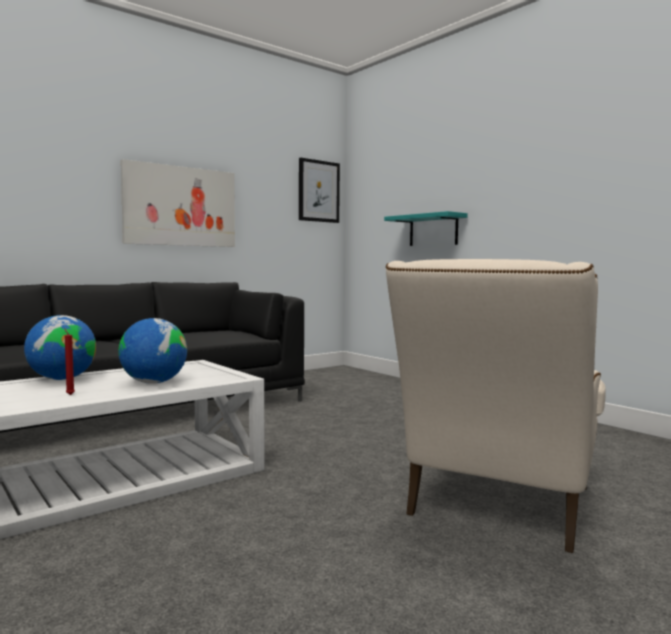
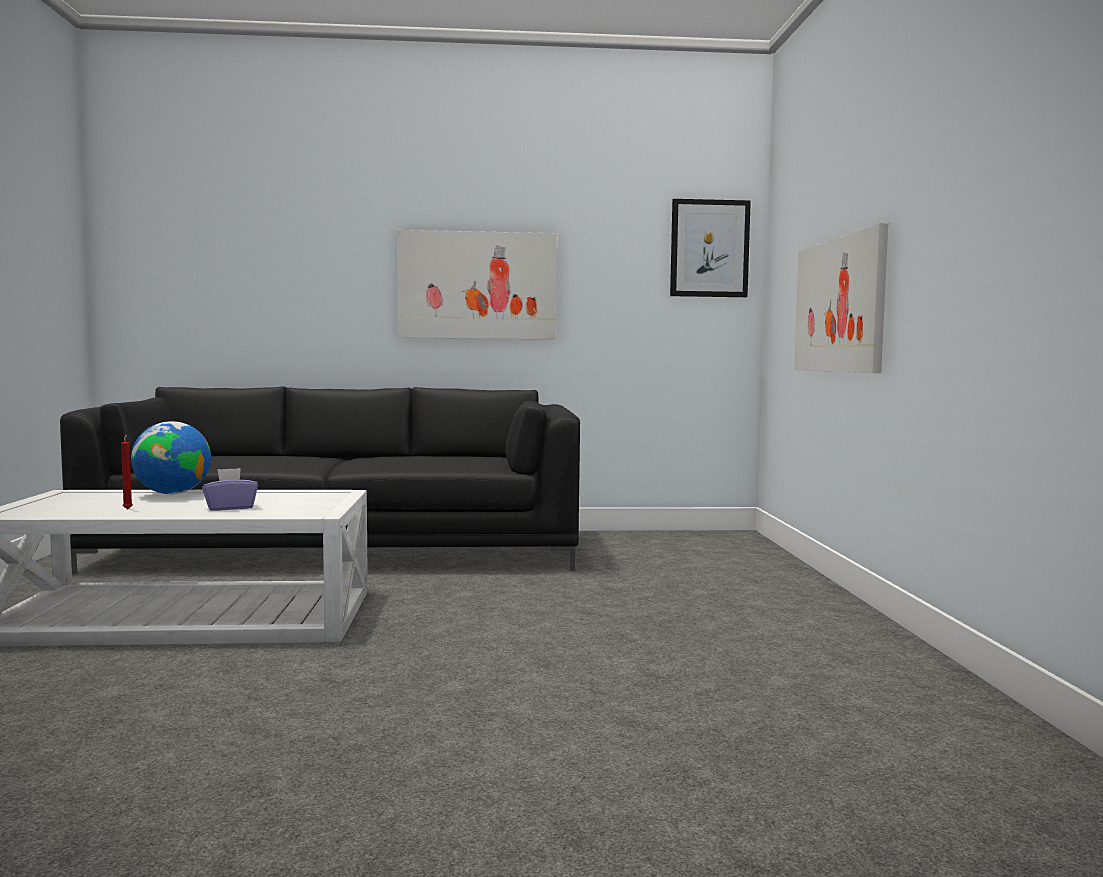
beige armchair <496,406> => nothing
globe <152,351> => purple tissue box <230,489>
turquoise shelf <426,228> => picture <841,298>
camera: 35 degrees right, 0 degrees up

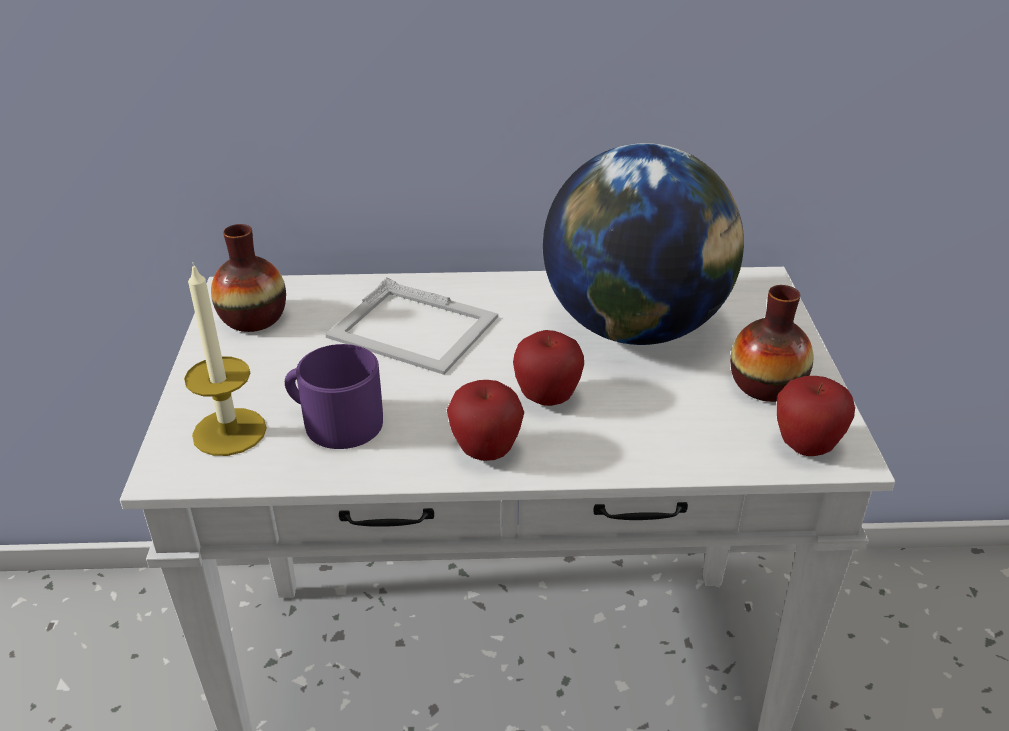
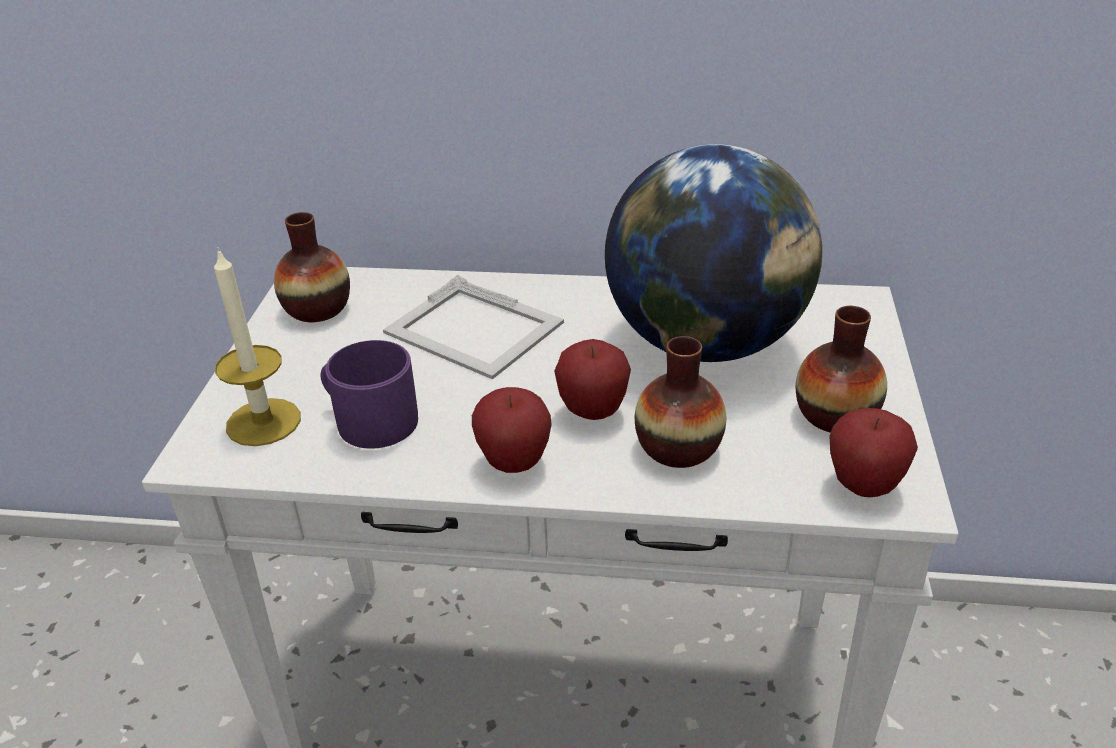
nothing => vase <680,402>
camera: 10 degrees right, 0 degrees up

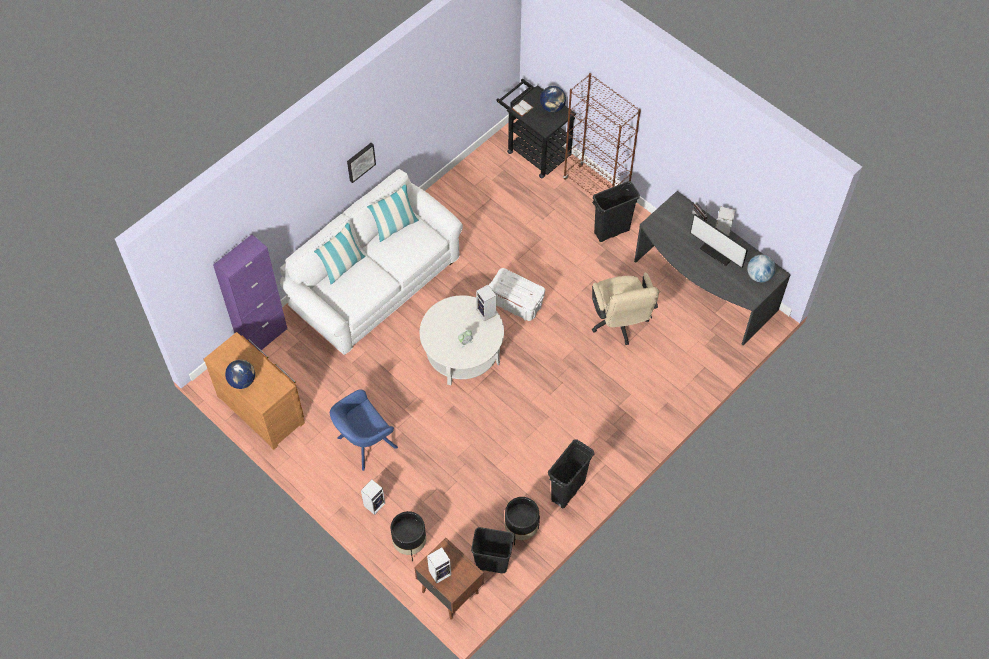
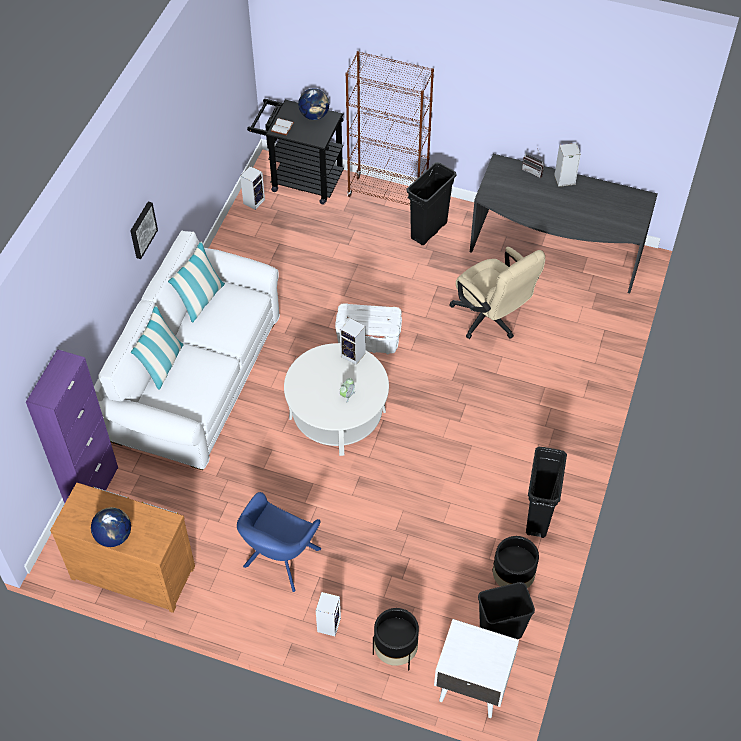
monitor <719,241> => nothing
globe <761,268> => nothing
speaker <439,565> => speaker <252,188>, relocated
brown nightstand <449,579> => white nightstand <476,668>
camera: 25 degrees left, 5 degrees down

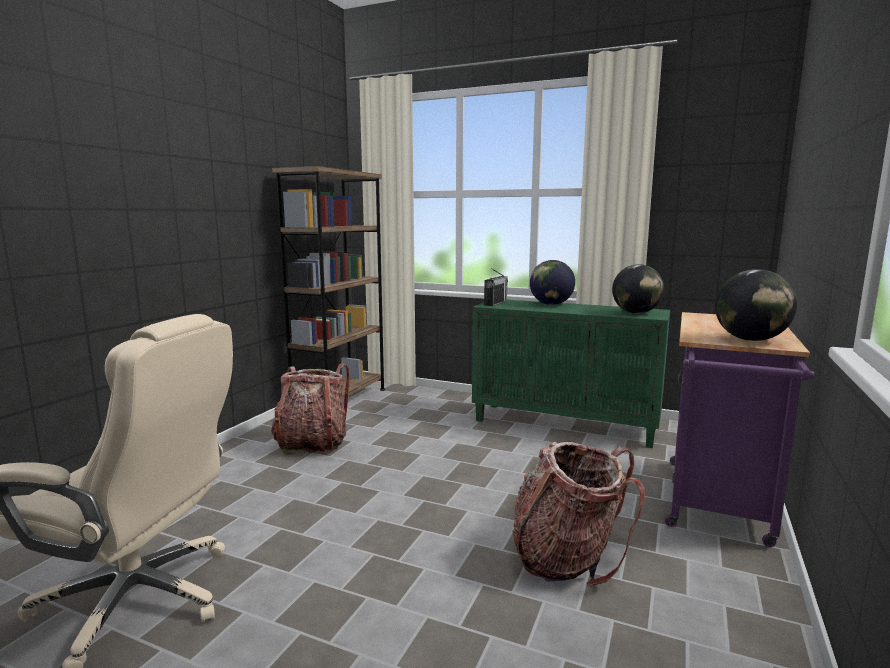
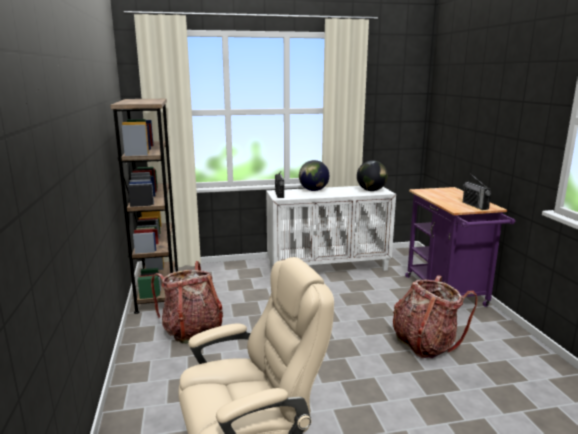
globe <756,305> => radio <477,192>
green cabinet <571,374> => white cabinet <331,228>
camera: 35 degrees left, 5 degrees up

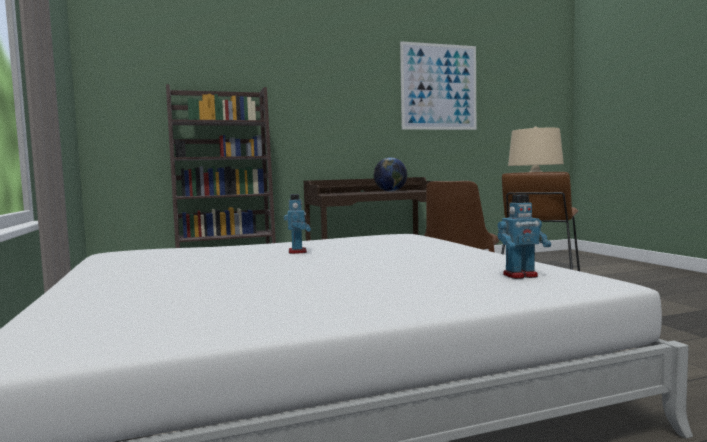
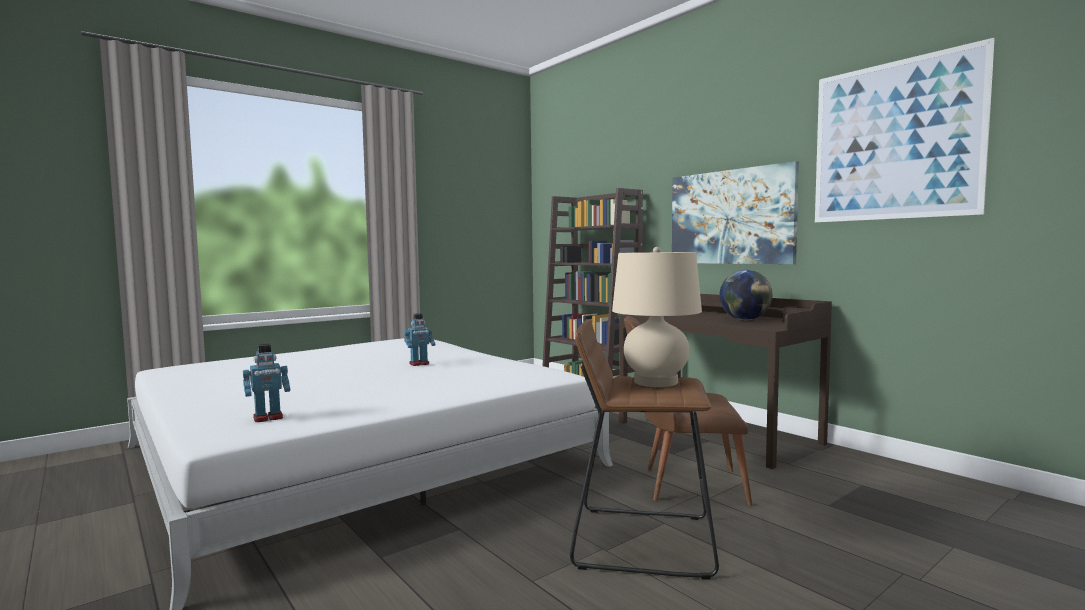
nothing => picture <735,212>
toy robot <524,236> => toy robot <266,383>, 90 degrees counterclockwise
camera: 70 degrees right, 0 degrees up

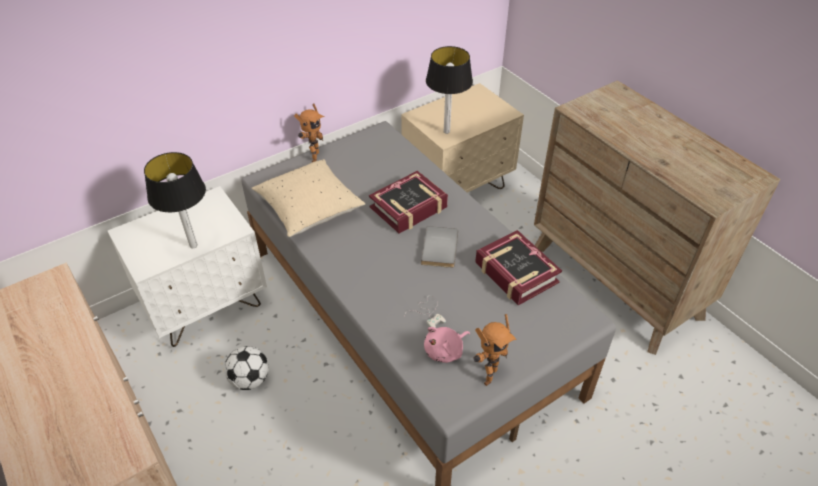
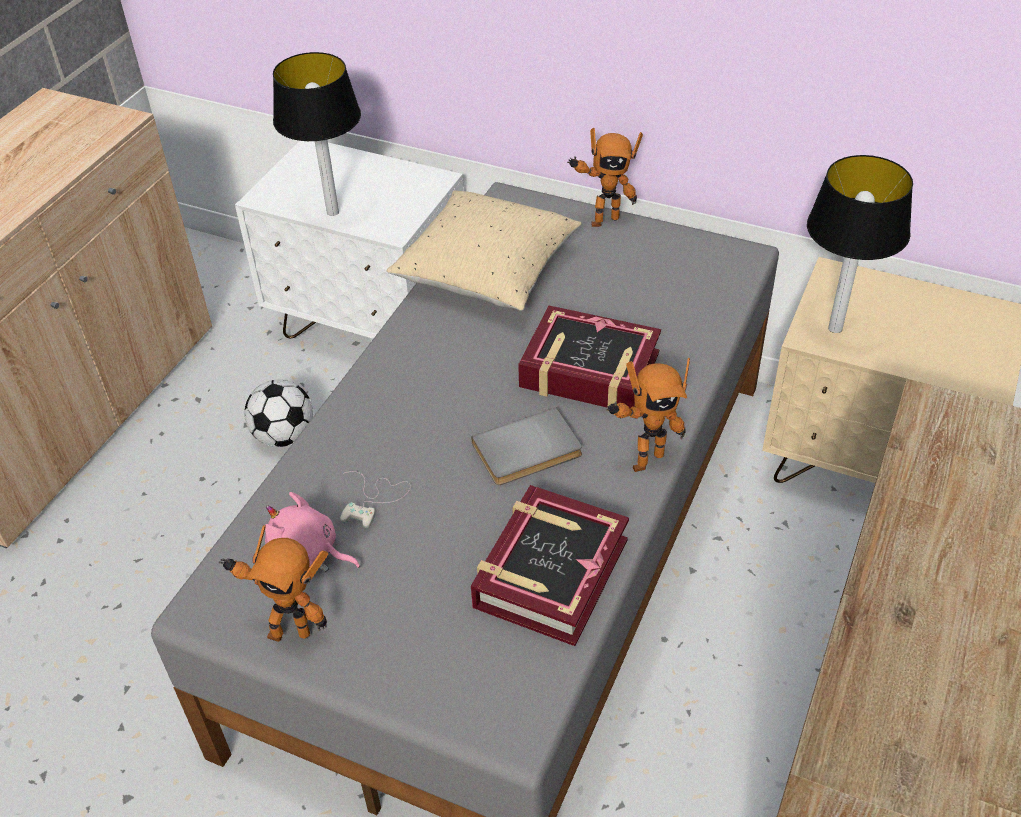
nothing => toy robot <648,415>
camera: 60 degrees right, 0 degrees up

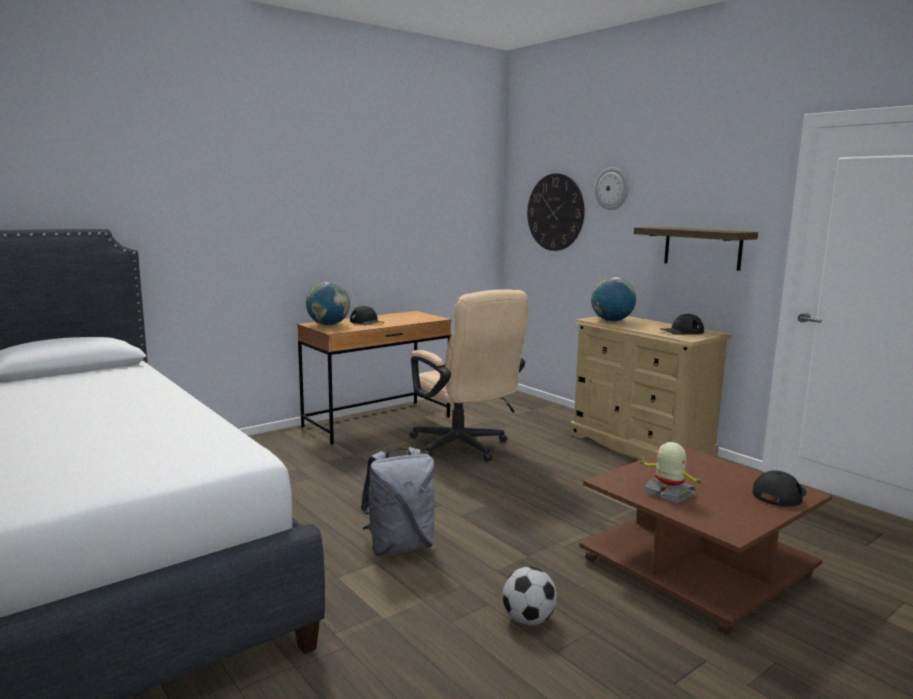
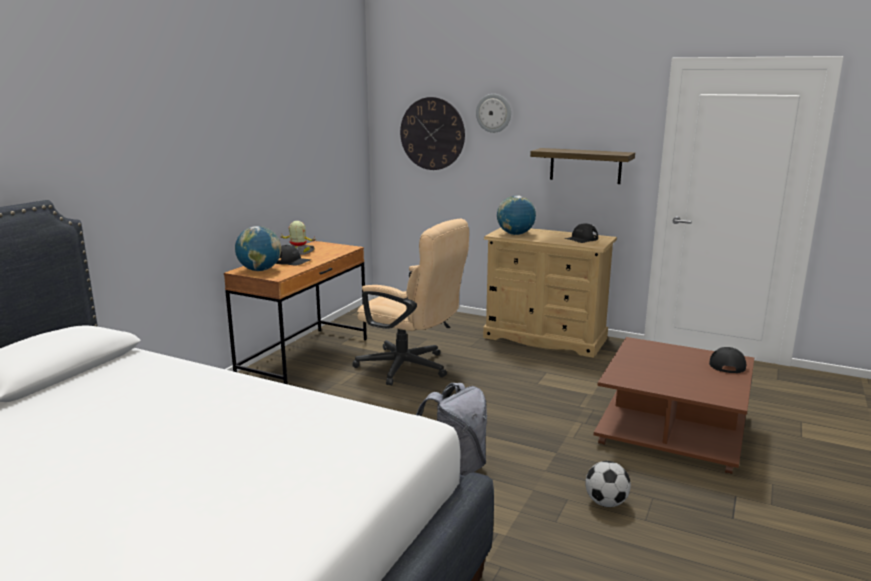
toy robot <671,473> => toy robot <298,238>, relocated
camera: 25 degrees left, 5 degrees up

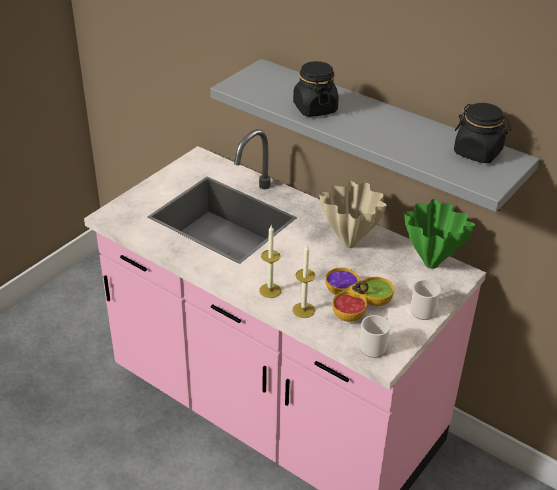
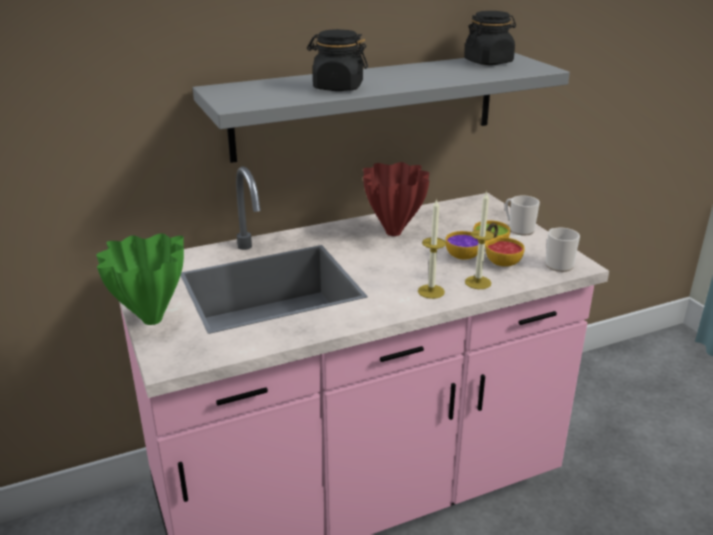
green vase <439,234> => green vase <140,279>, relocated
beige vase <352,214> => red vase <396,199>
camera: 60 degrees left, 10 degrees down

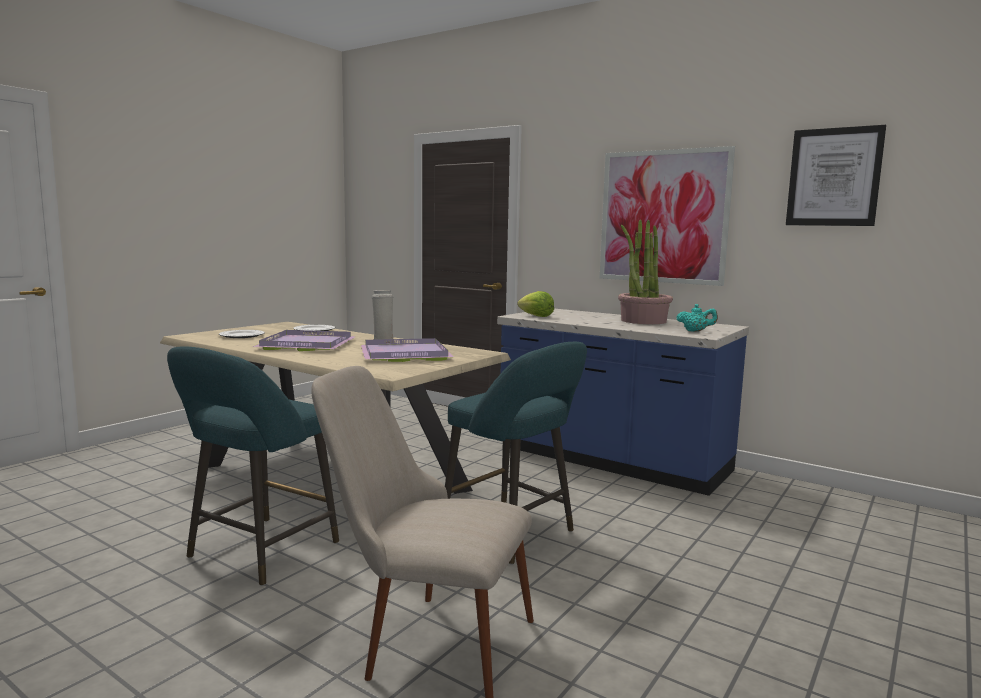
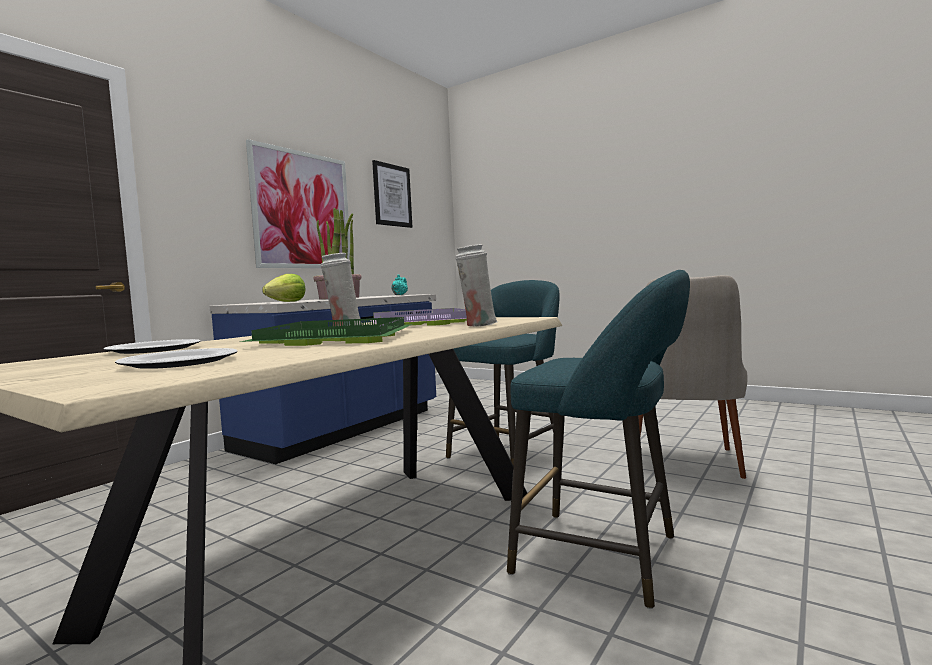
nothing => white vase <476,285>
purple tray <304,340> => green tray <326,331>
camera: 90 degrees left, 5 degrees down

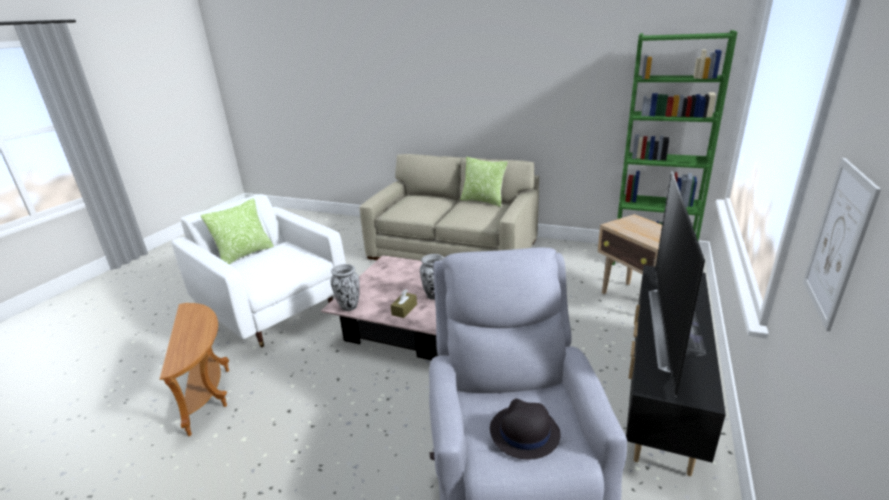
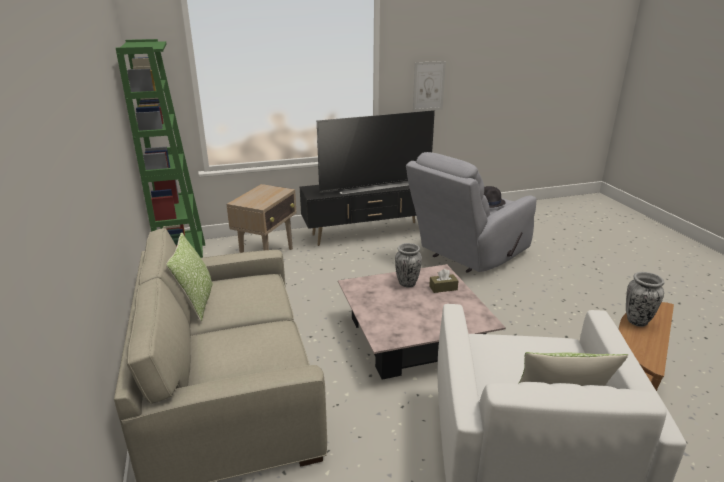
vase <345,287> => vase <645,299>, relocated
camera: 130 degrees left, 0 degrees up

